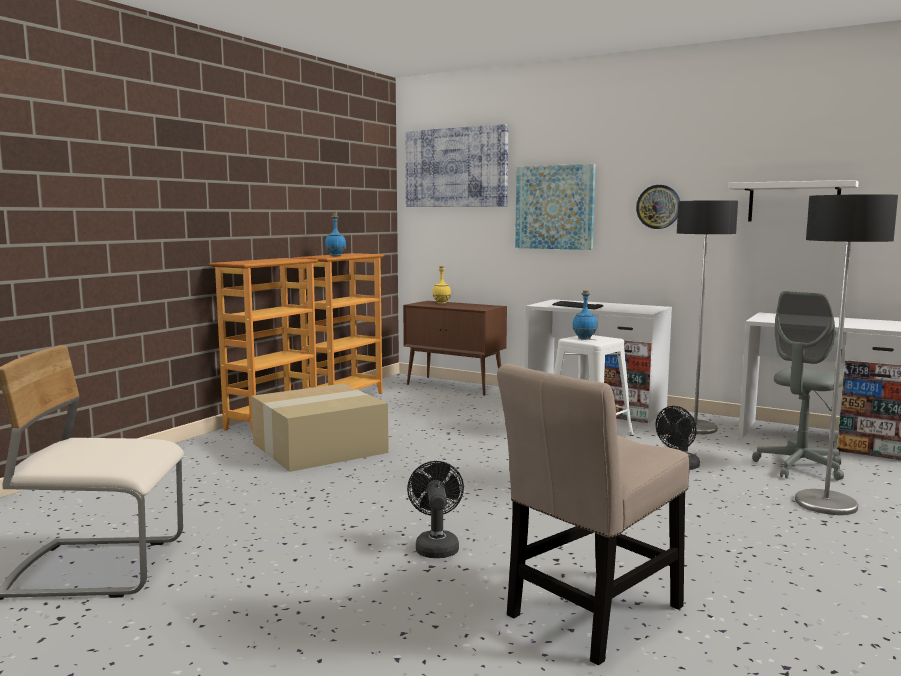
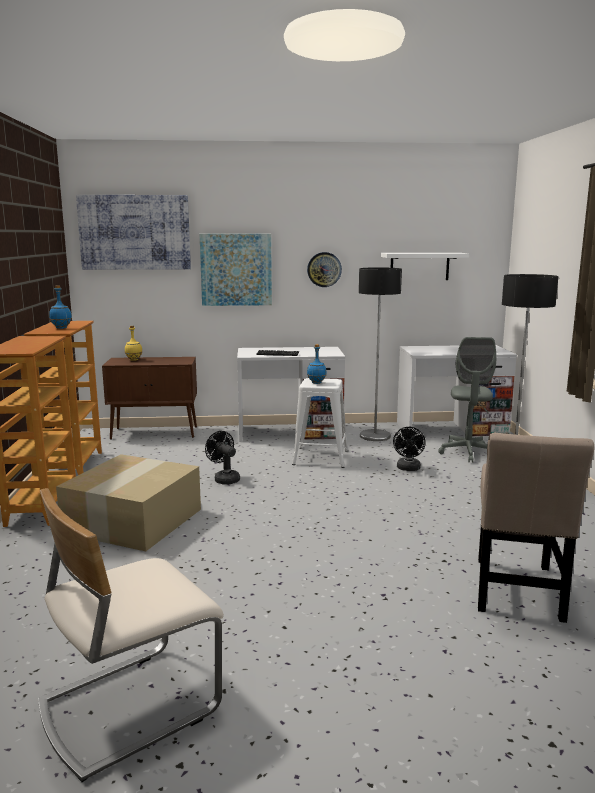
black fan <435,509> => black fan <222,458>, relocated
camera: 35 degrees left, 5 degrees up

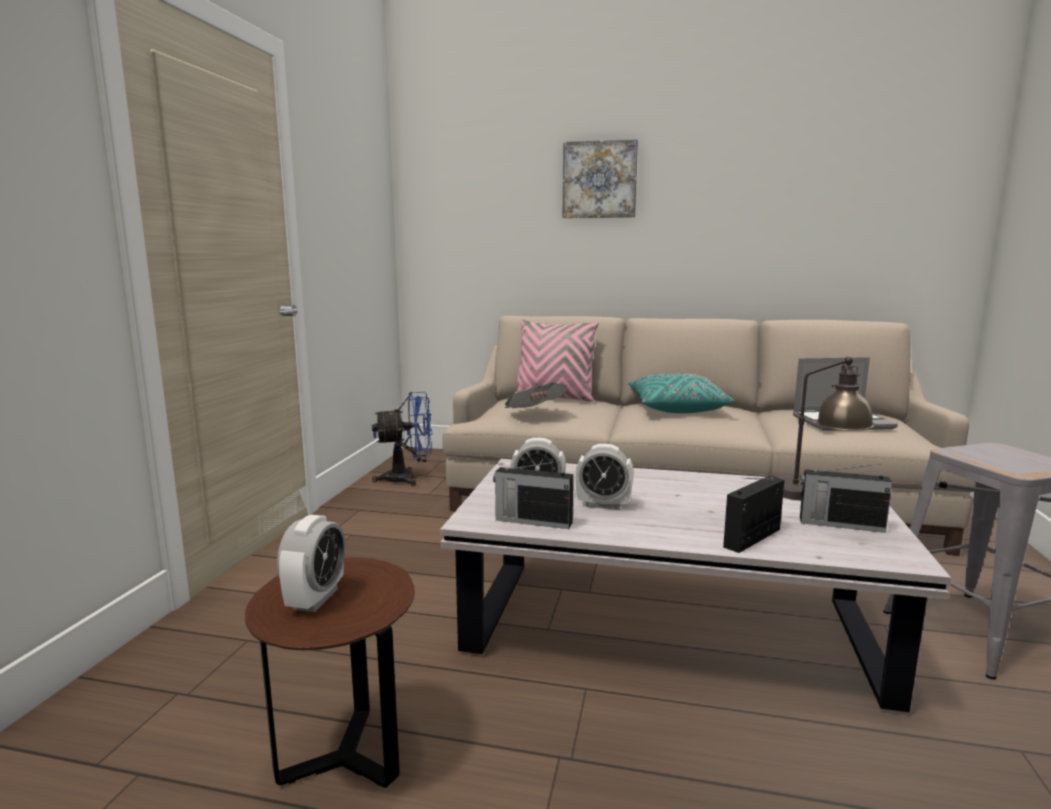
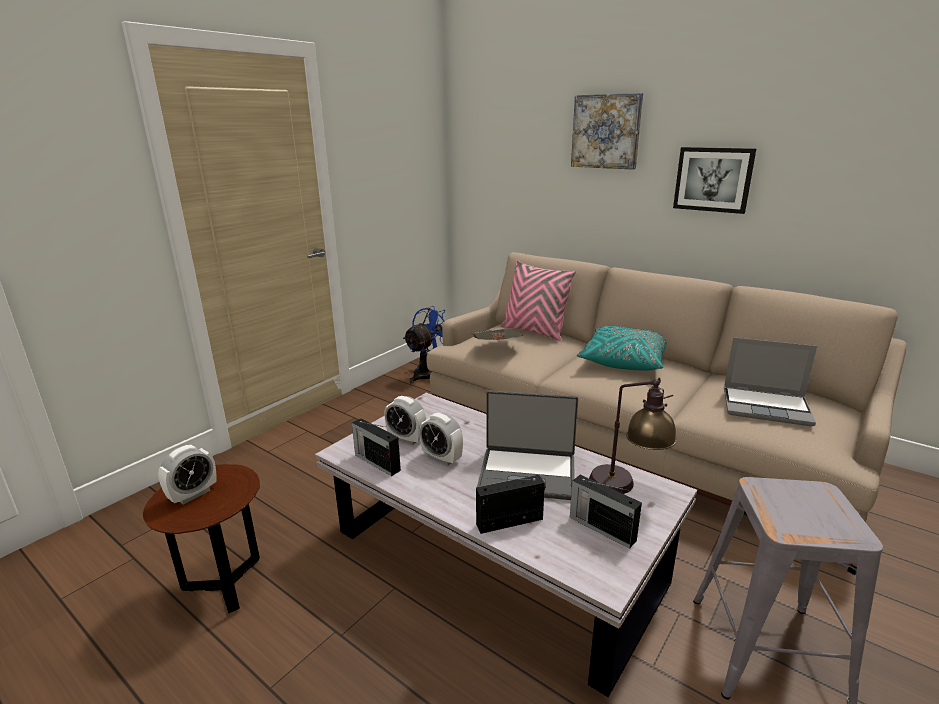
nothing => laptop <527,445>
nothing => picture <714,180>
blue fan <402,439> => blue fan <424,344>, 60 degrees counterclockwise
camera: 25 degrees right, 10 degrees up

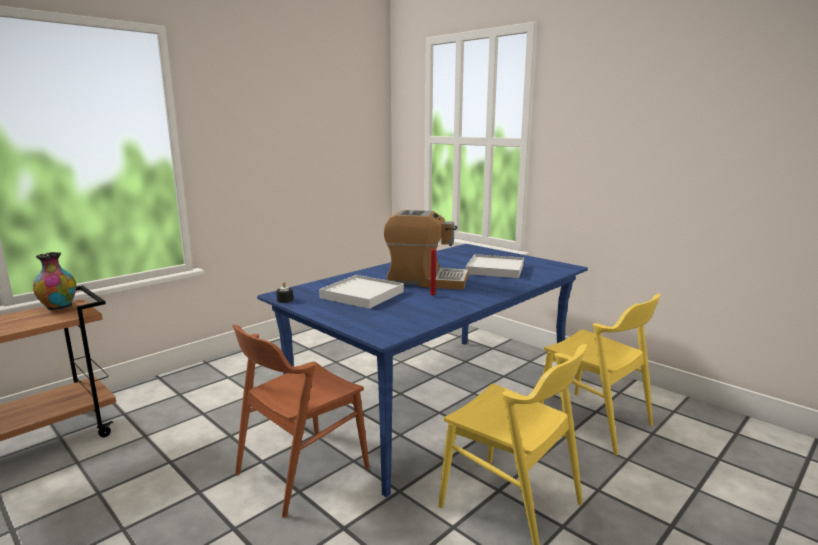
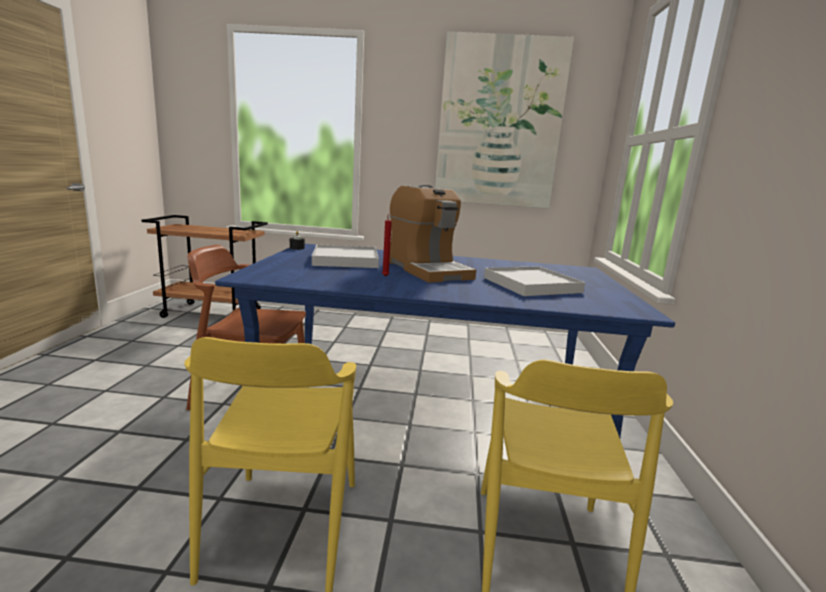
vase <55,281> => nothing
nothing => picture <504,120>
camera: 50 degrees right, 0 degrees up

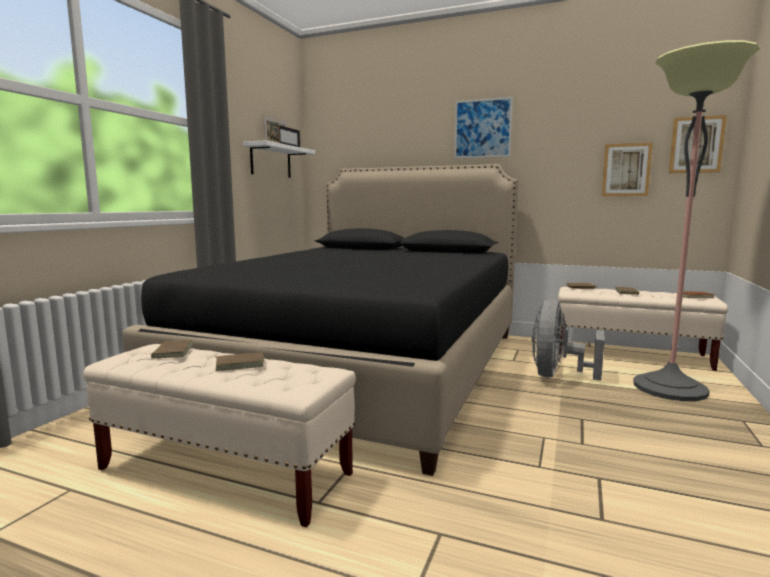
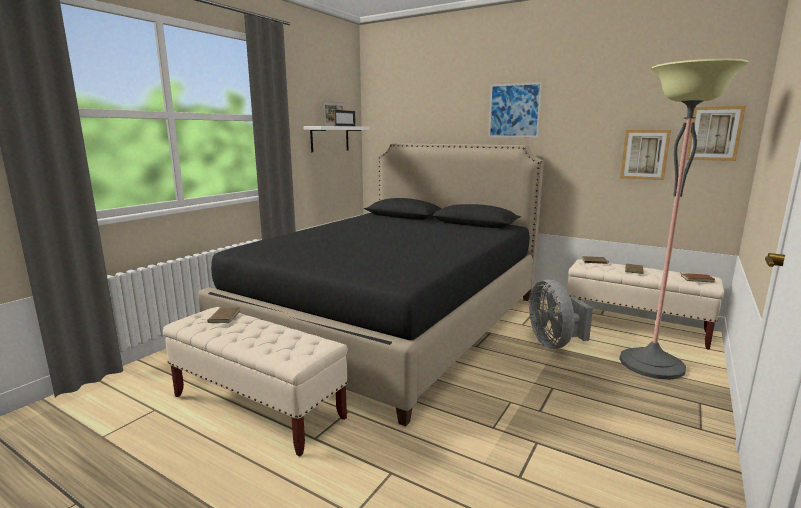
brown book <239,362> => nothing
grey fan <568,340> => grey fan <561,314>, 45 degrees counterclockwise
camera: 10 degrees right, 5 degrees up

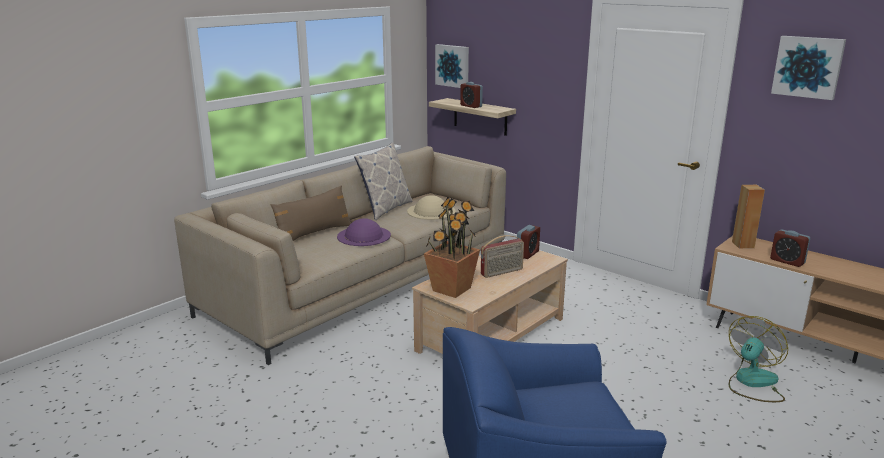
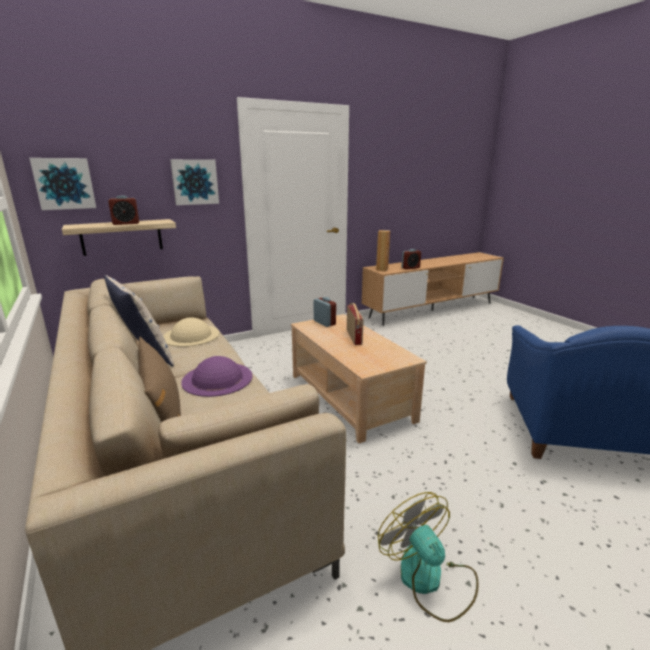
potted plant <452,247> => nothing
fan <758,359> => fan <428,557>, relocated
picture <808,68> => picture <194,182>, relocated
camera: 70 degrees left, 0 degrees up

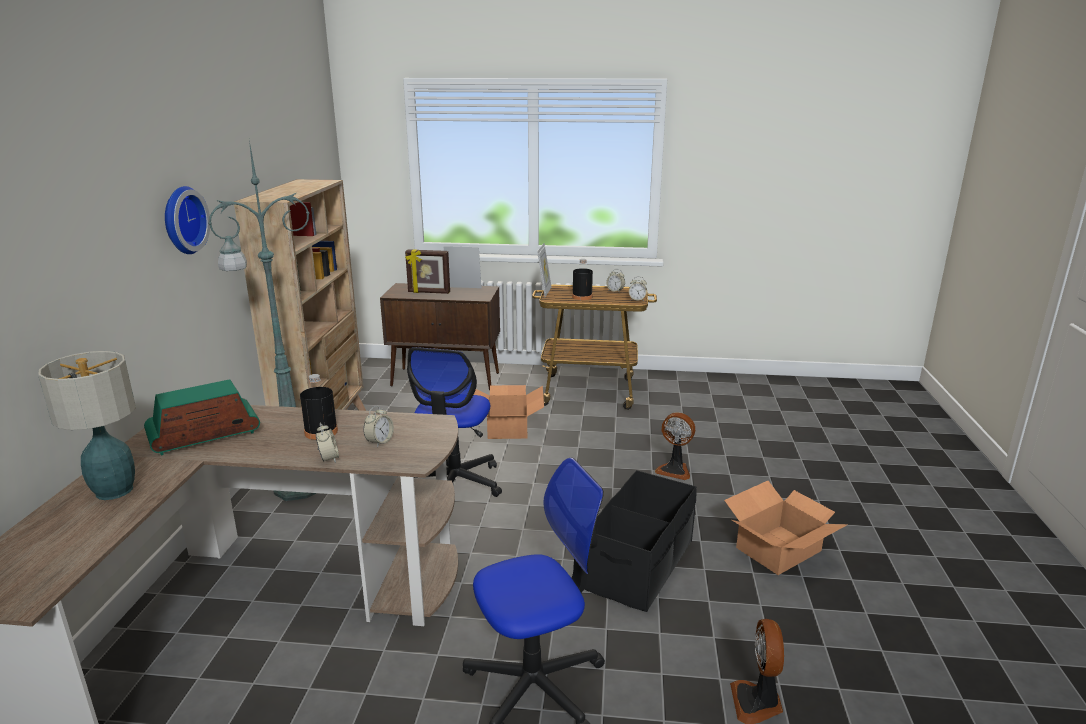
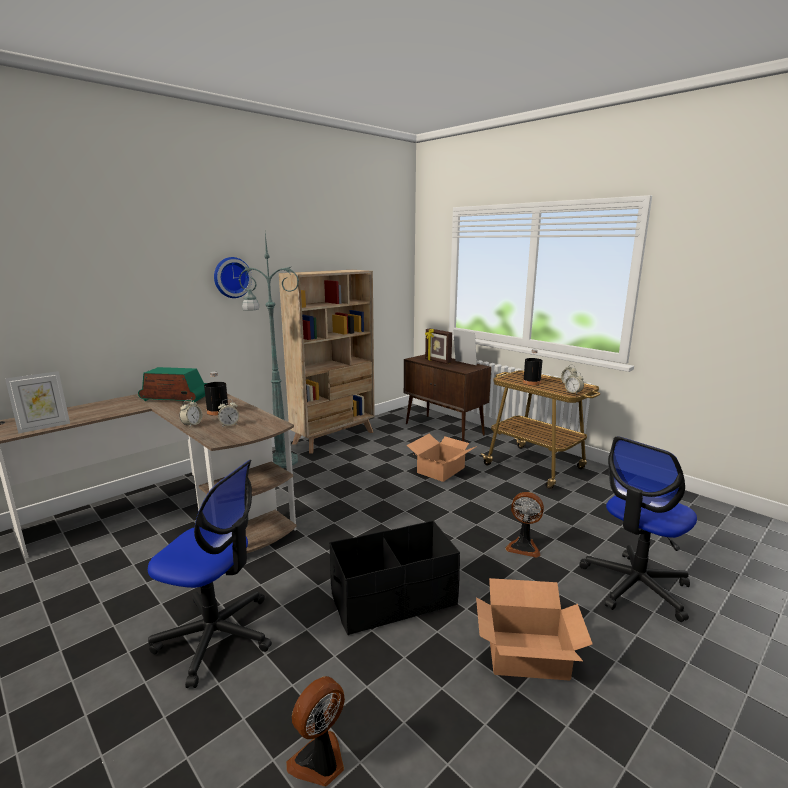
table lamp <87,425> => nothing
office chair <454,422> => office chair <638,529>, relocated
picture frame <544,270> => picture frame <37,402>, relocated
fan <675,446> => fan <524,525>, 45 degrees counterclockwise
camera: 40 degrees right, 5 degrees down

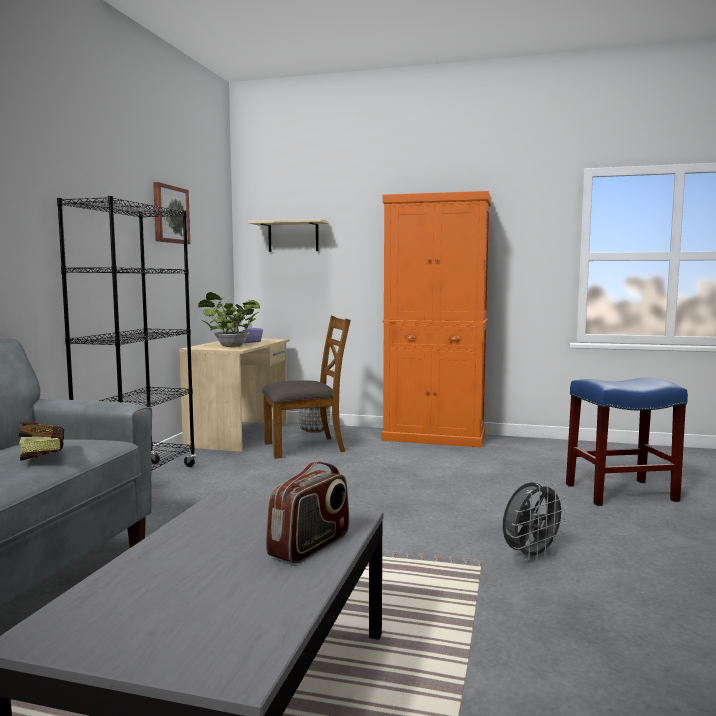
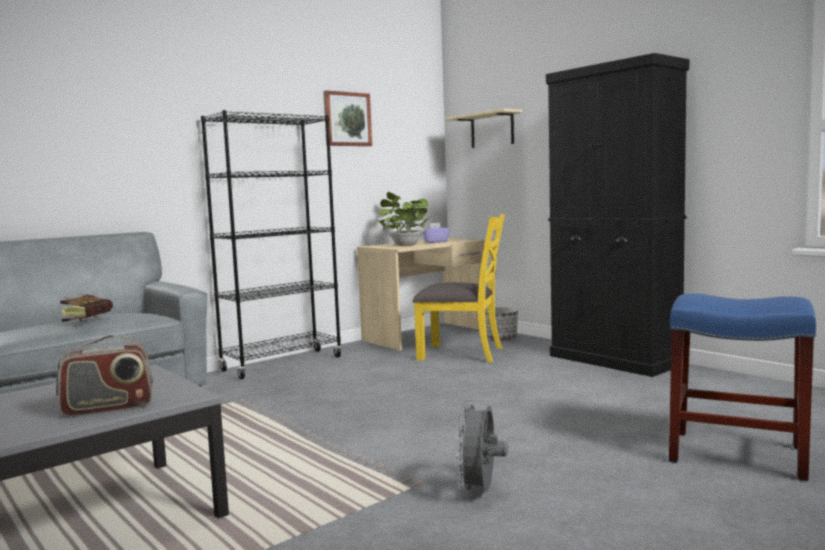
brown chair <306,387> => yellow chair <459,288>
orange cabinet <436,319> => black cabinet <617,215>
grey fan <535,521> => grey fan <482,447>, 105 degrees clockwise
camera: 35 degrees right, 0 degrees up

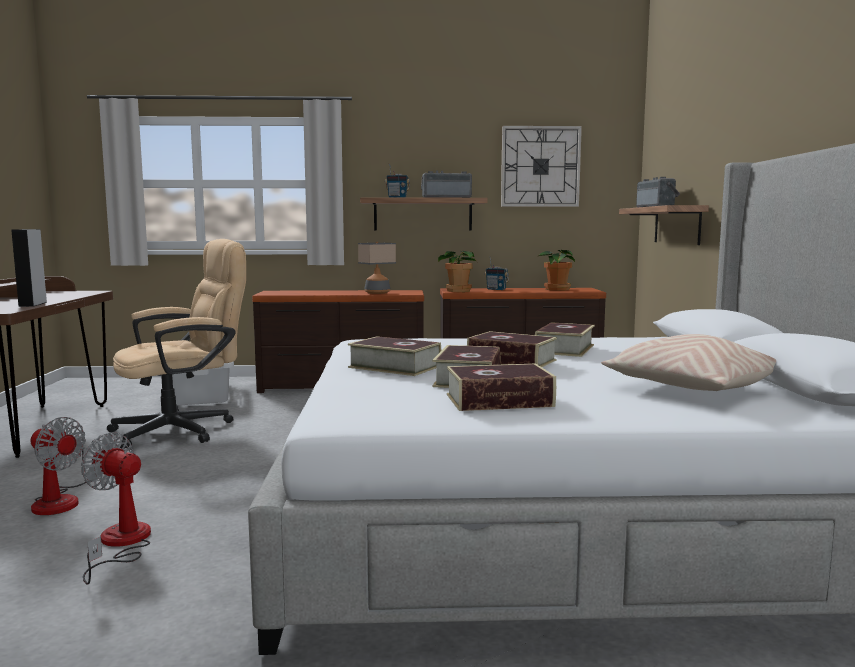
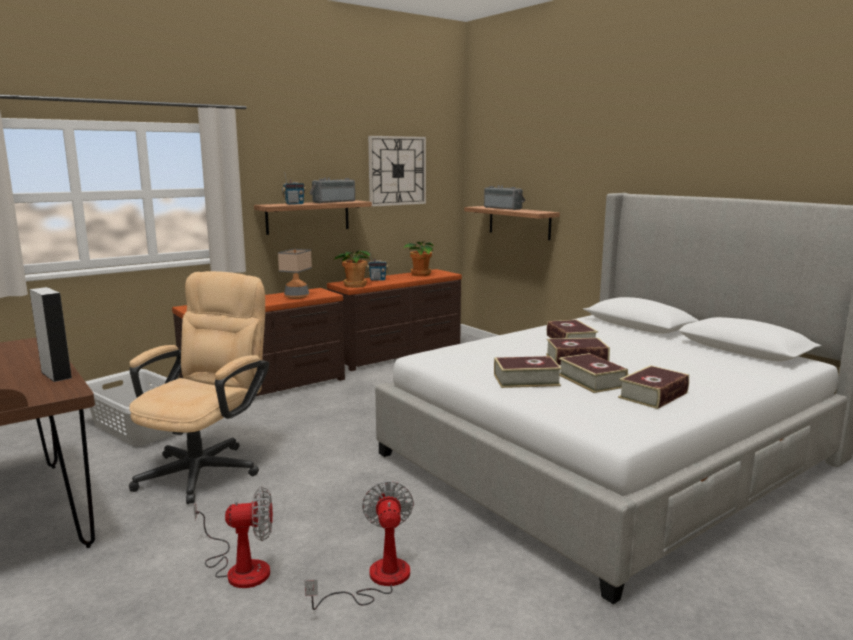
beige pillow <688,362> => nothing
fan <116,508> => fan <359,545>, 90 degrees clockwise
camera: 35 degrees left, 5 degrees up

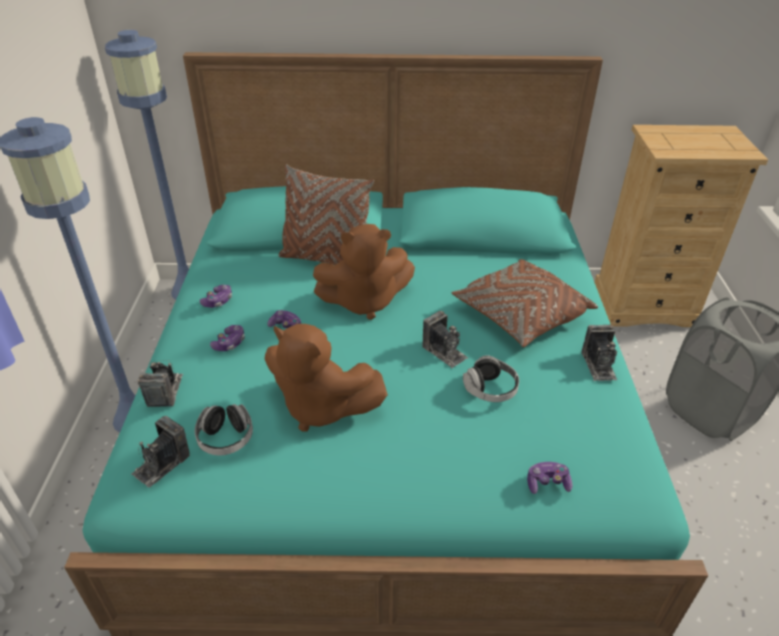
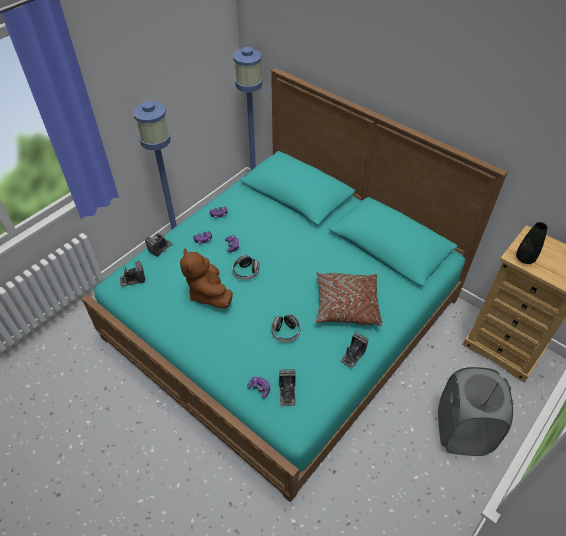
brown pillow <326,214> => nothing
brown plush toy <364,272> => nothing
nothing => black vase <532,243>
headphones <224,429> => headphones <246,267>, relocated
photo camera <445,339> => photo camera <287,387>, relocated
camera: 40 degrees right, 10 degrees up

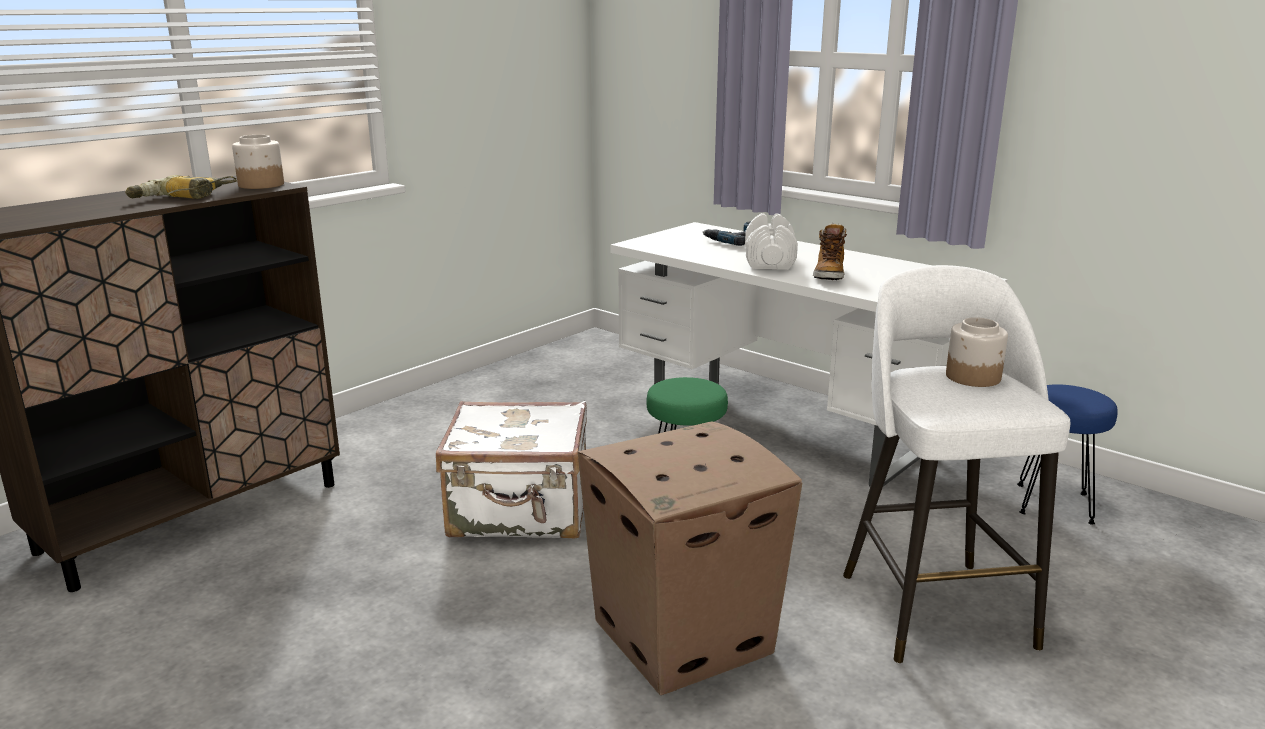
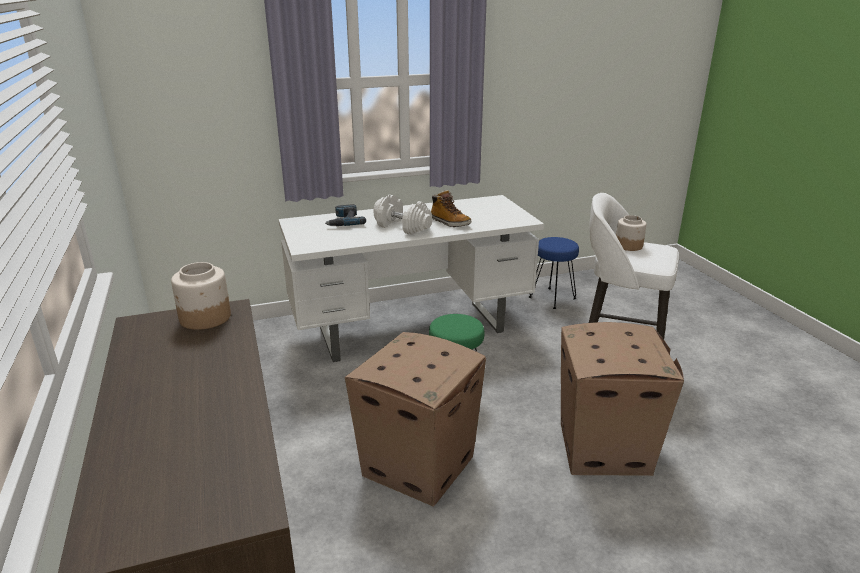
power drill <181,187> => nothing
white suitcase <511,469> => cardboard box <415,419>
camera: 60 degrees left, 5 degrees up

